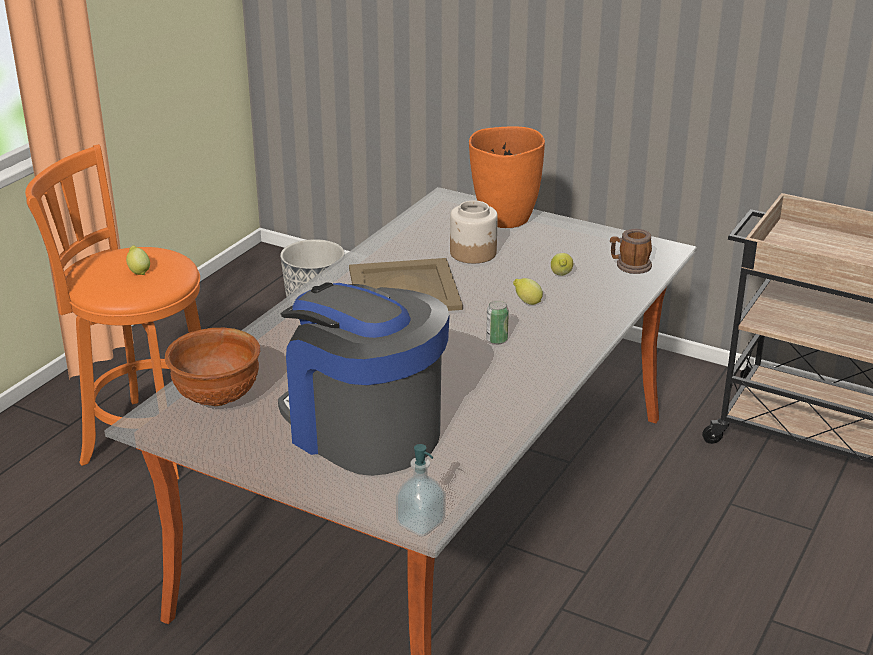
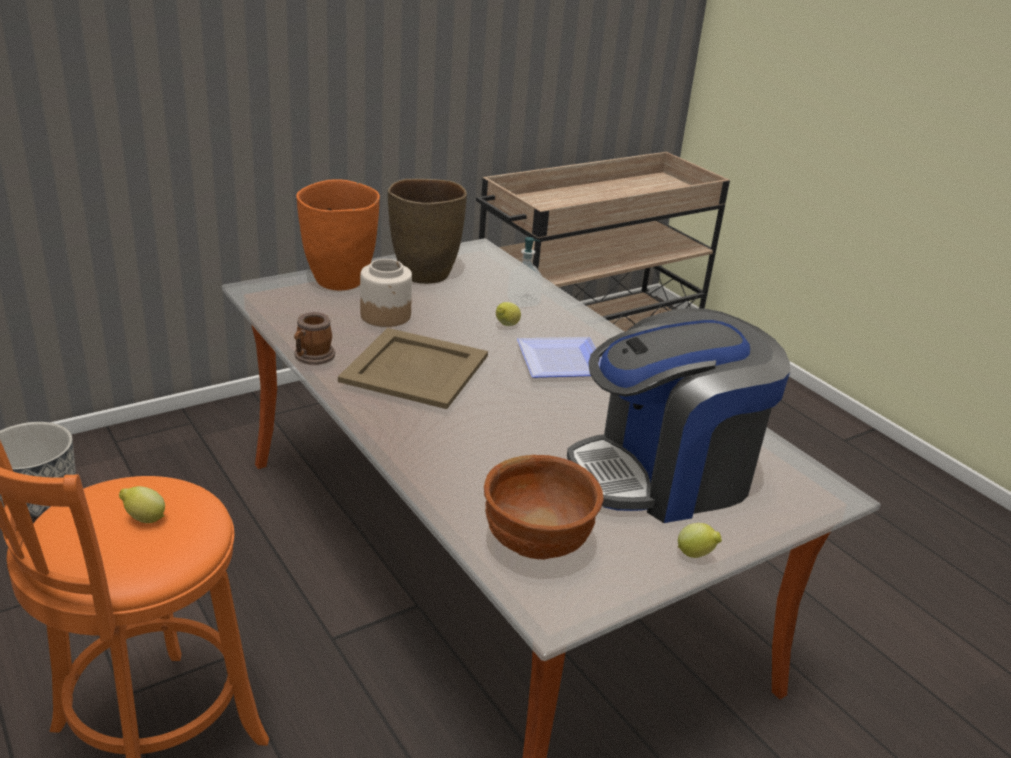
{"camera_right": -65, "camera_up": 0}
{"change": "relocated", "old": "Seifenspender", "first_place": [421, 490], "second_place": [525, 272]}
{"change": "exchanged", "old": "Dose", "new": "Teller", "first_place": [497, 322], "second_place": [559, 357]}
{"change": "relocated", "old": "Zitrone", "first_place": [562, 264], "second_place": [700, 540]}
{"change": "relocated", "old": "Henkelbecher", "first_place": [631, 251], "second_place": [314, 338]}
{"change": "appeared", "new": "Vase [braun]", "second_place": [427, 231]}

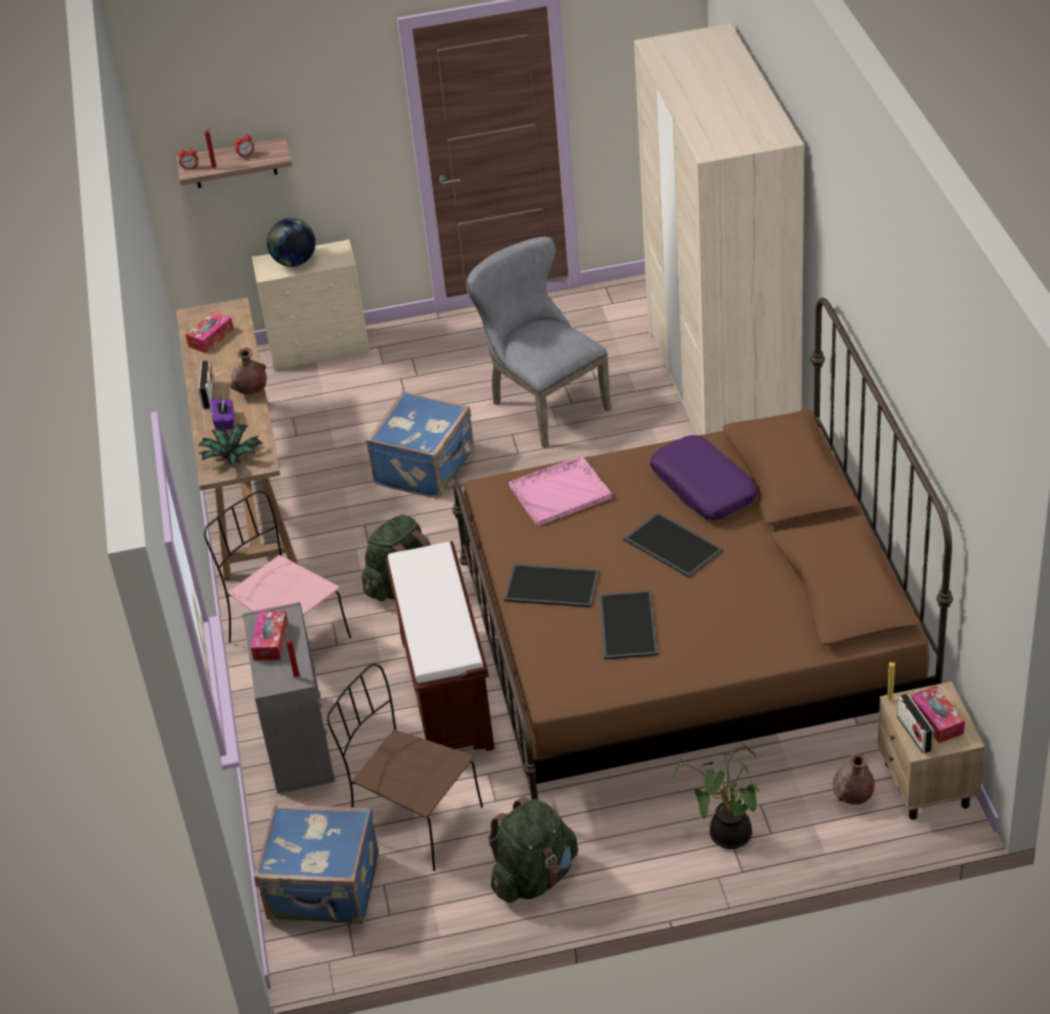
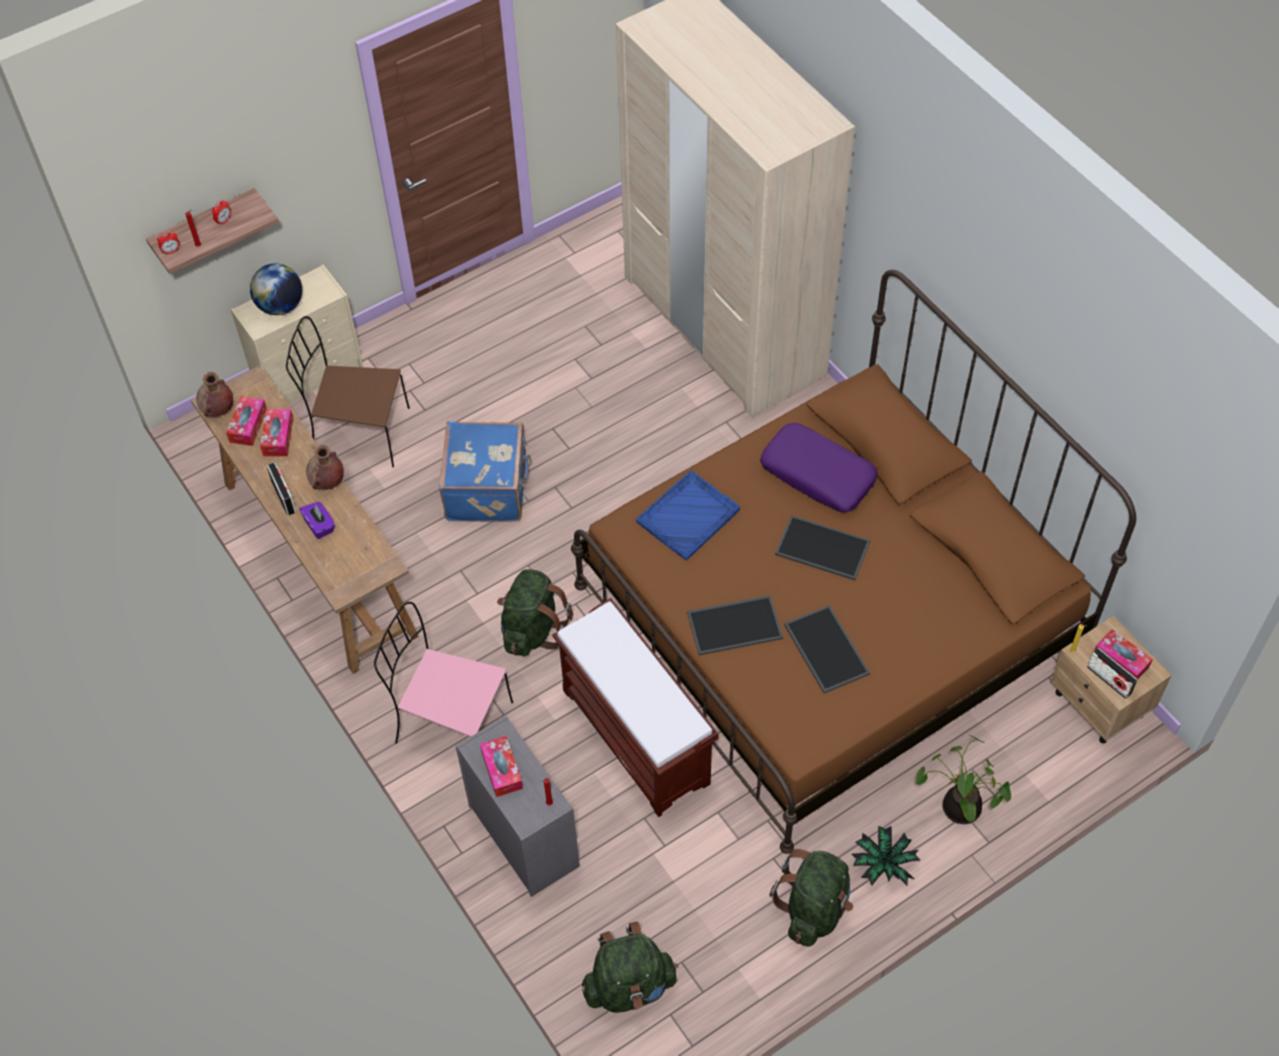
{"camera_right": -25, "camera_up": 15}
{"change": "relocated", "old": "Topfpflanze", "first_place": [230, 445], "second_place": [886, 855]}
{"change": "exchanged", "old": "Koffer [blau]", "new": "Rucksack [grün]", "first_place": [316, 864], "second_place": [630, 967]}
{"change": "relocated", "old": "Stuhl [braun]", "first_place": [405, 767], "second_place": [348, 391]}
{"change": "missing", "old": "Stuhl [grau]", "first_place": [538, 342]}
{"change": "colour", "old": "Tablett [rosa]", "new": "Tablett [blau]", "first_place": [560, 491], "second_place": [688, 515]}
{"change": "relocated", "old": "Vase [braun]", "first_place": [853, 779], "second_place": [214, 394]}
{"change": "appeared", "new": "Taschentuchbox", "second_place": [276, 432]}

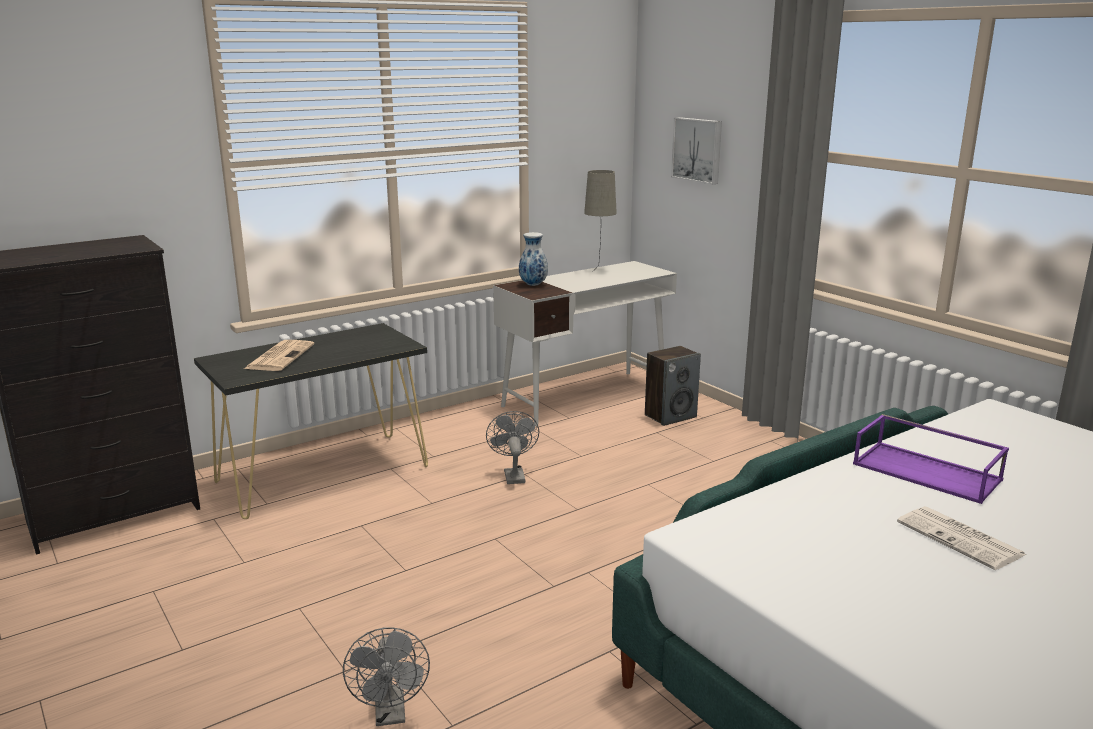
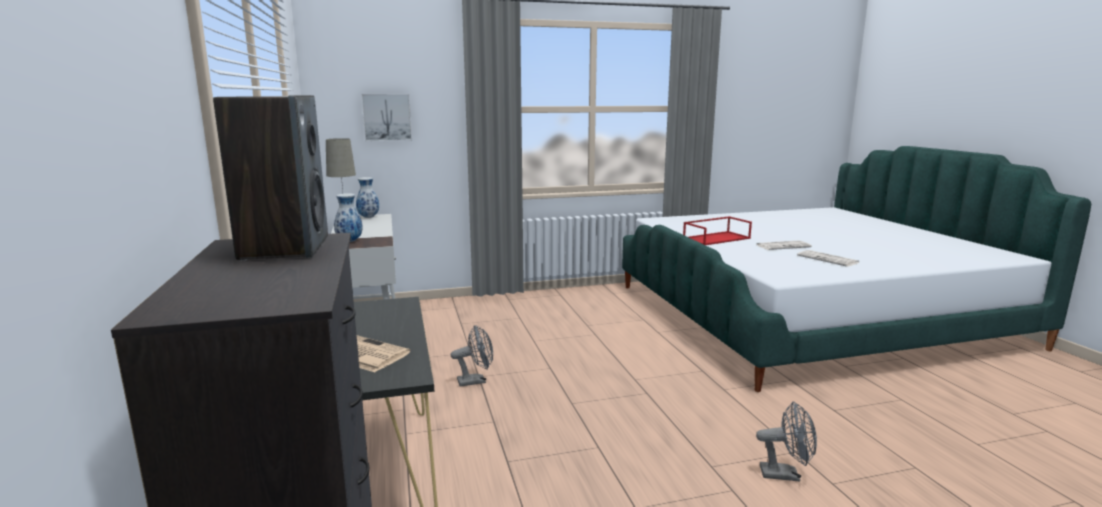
{"camera_right": -70, "camera_up": -5}
{"change": "spun", "old": "Ventilator [grau]", "first_place": [512, 447], "second_place": [472, 356], "degrees": 150}
{"change": "relocated", "old": "Lautsprecher", "first_place": [673, 386], "second_place": [270, 178]}
{"change": "colour", "old": "Tablett [lila]", "new": "Tablett [rot]", "first_place": [931, 459], "second_place": [717, 230]}
{"change": "appeared", "new": "Vase", "second_place": [367, 197]}
{"change": "appeared", "new": "Zeitung", "second_place": [828, 258]}

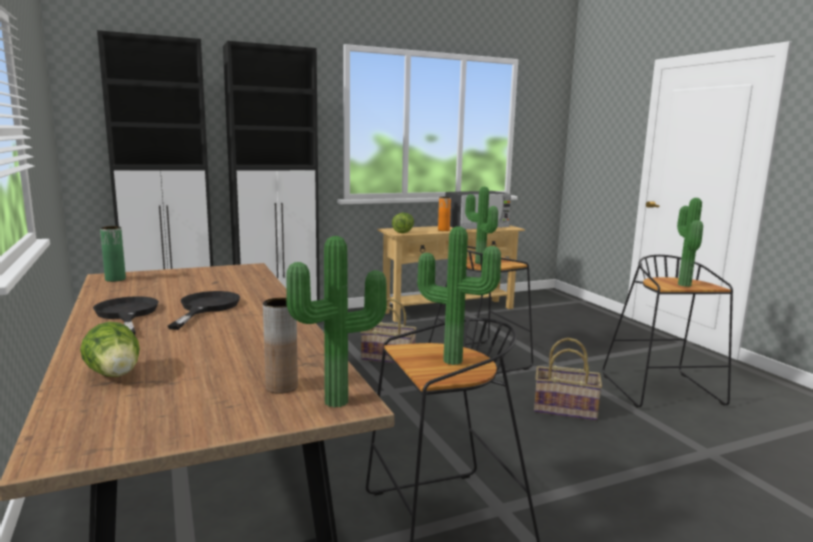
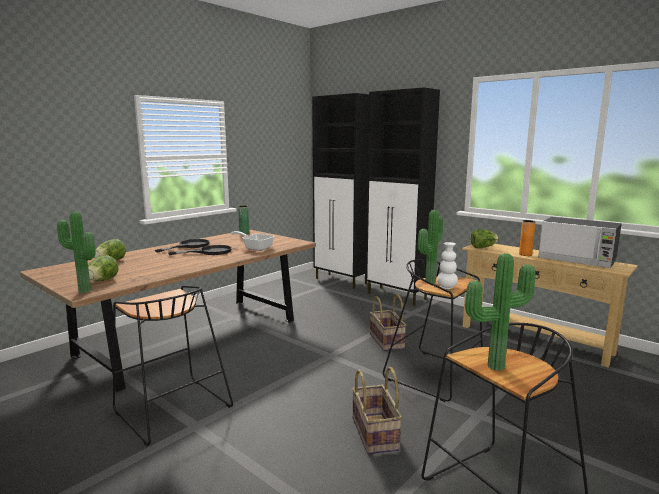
{"camera_right": 65, "camera_up": 0}
{"change": "exchanged", "old": "Vase [braun]", "new": "Salatkopf", "first_place": [280, 346], "second_place": [103, 268]}
{"change": "missing", "old": "Topfpflanze", "first_place": [459, 295]}
{"change": "appeared", "new": "Pfanne", "second_place": [252, 241]}
{"change": "appeared", "new": "Vase [weiß]", "second_place": [447, 265]}

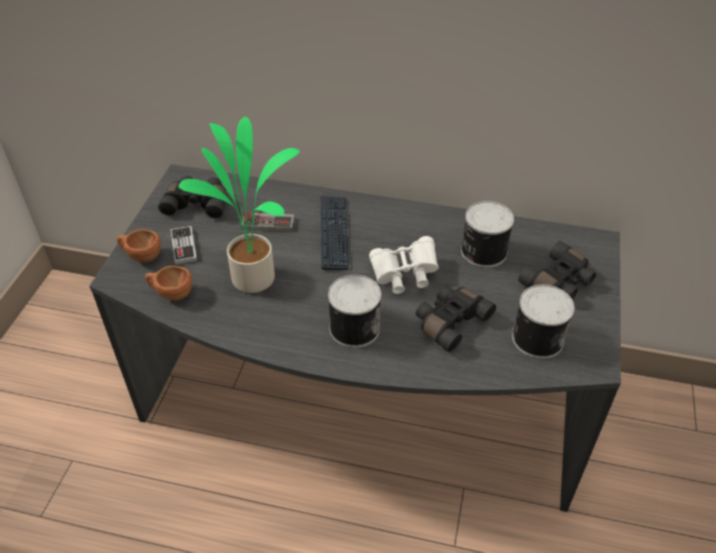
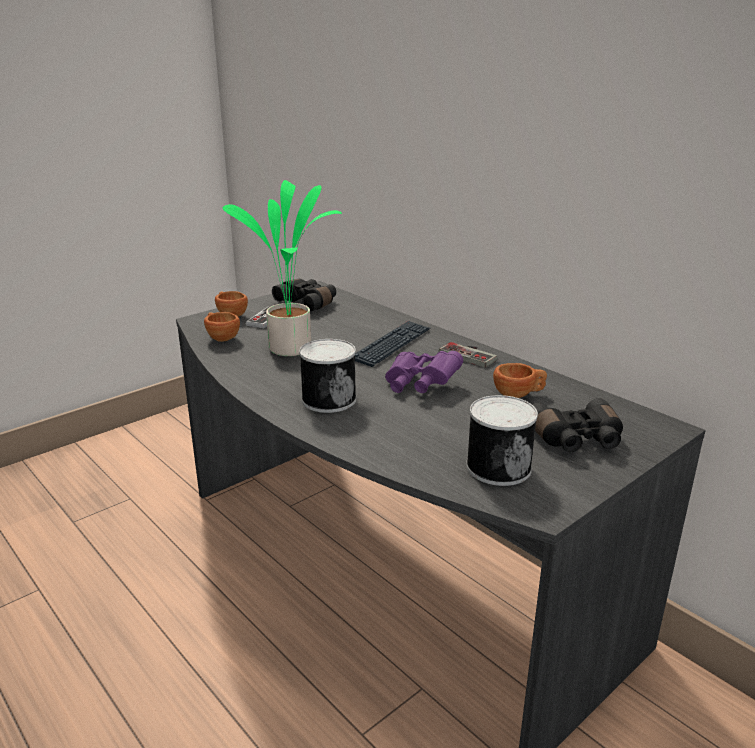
{"camera_right": 35, "camera_up": -20}
{"change": "relocated", "old": "Gamepad", "first_place": [267, 221], "second_place": [468, 355]}
{"change": "colour", "old": "Fernglas [weiß]", "new": "Fernglas [lila]", "first_place": [404, 265], "second_place": [424, 372]}
{"change": "missing", "old": "Fernglas [schwarz]", "first_place": [456, 319]}
{"change": "exchanged", "old": "Dose", "new": "Tasse [braun]", "first_place": [487, 234], "second_place": [520, 380]}

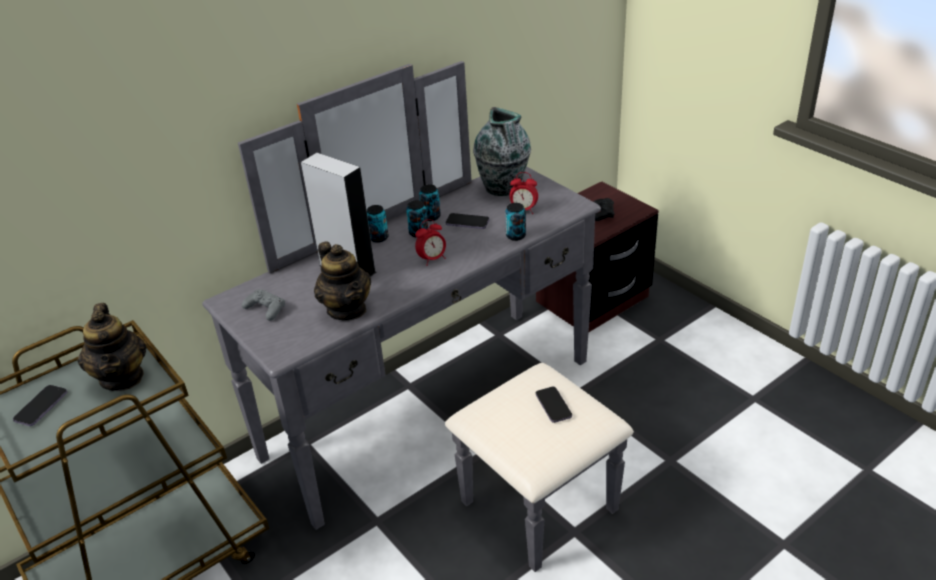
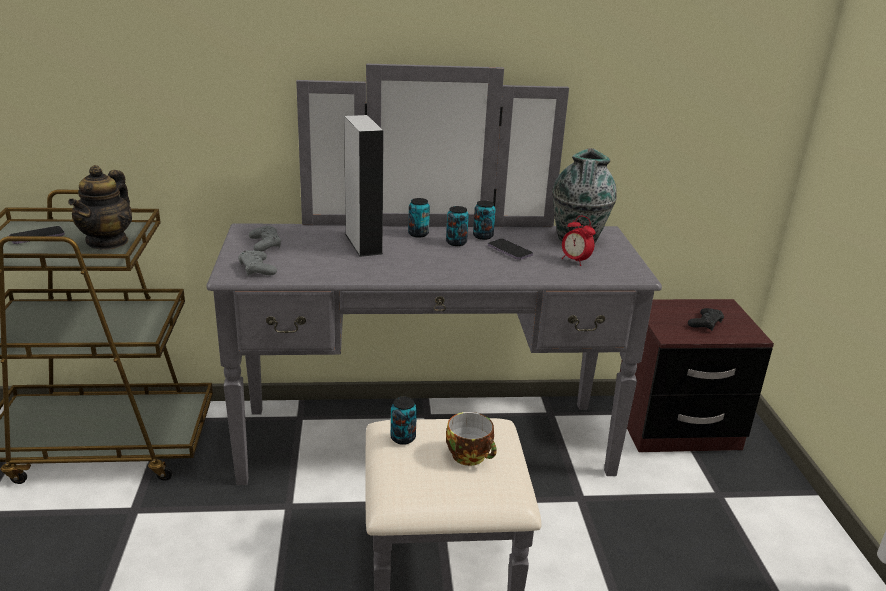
{"camera_right": 30, "camera_up": -10}
{"change": "missing", "old": "Teekanne", "first_place": [342, 280]}
{"change": "missing", "old": "Wecker", "first_place": [430, 242]}
{"change": "relocated", "old": "Dose", "first_place": [515, 222], "second_place": [404, 421]}
{"change": "exchanged", "old": "Handy", "new": "Tasse", "first_place": [554, 405], "second_place": [471, 439]}
{"change": "appeared", "new": "Gamepad [grau]", "second_place": [257, 263]}

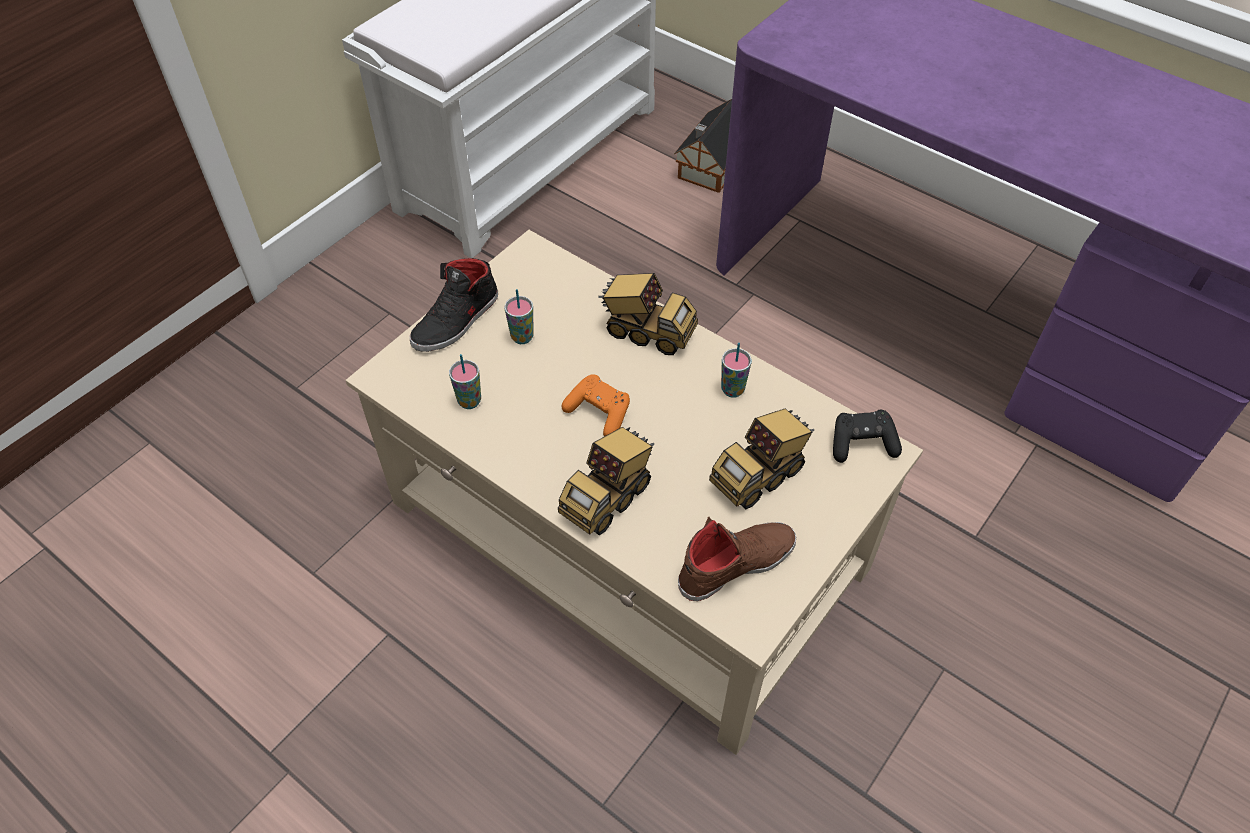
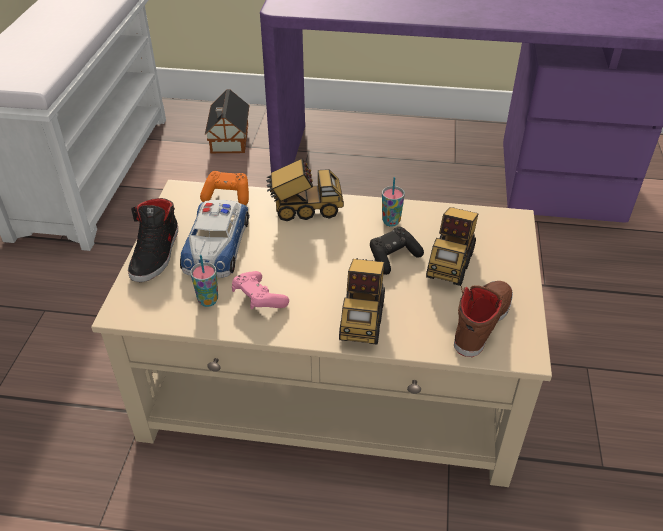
{"camera_right": -30, "camera_up": -10}
{"change": "exchanged", "old": "Tasse", "new": "Spielzeugauto", "first_place": [519, 316], "second_place": [215, 239]}
{"change": "relocated", "old": "Gamepad [orange]", "first_place": [596, 405], "second_place": [224, 188]}
{"change": "relocated", "old": "Gamepad [schwarz]", "first_place": [867, 436], "second_place": [397, 251]}
{"change": "appeared", "new": "Gamepad [rosa]", "second_place": [260, 290]}

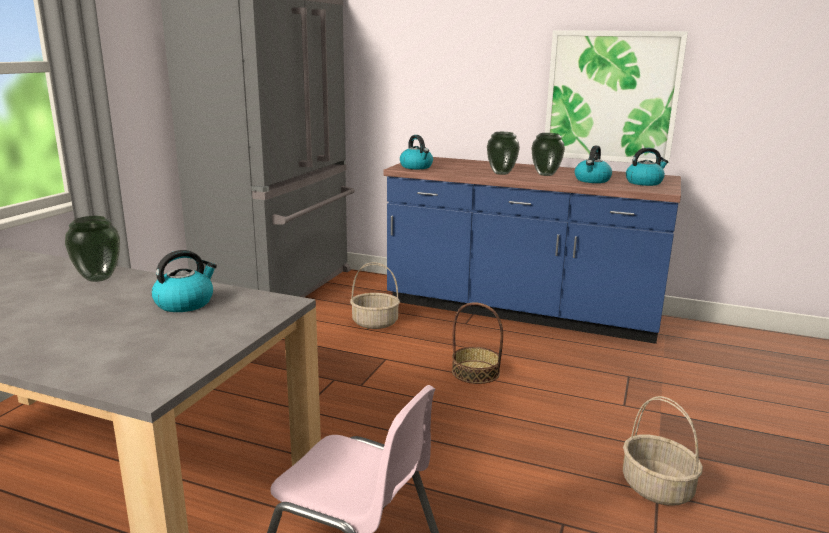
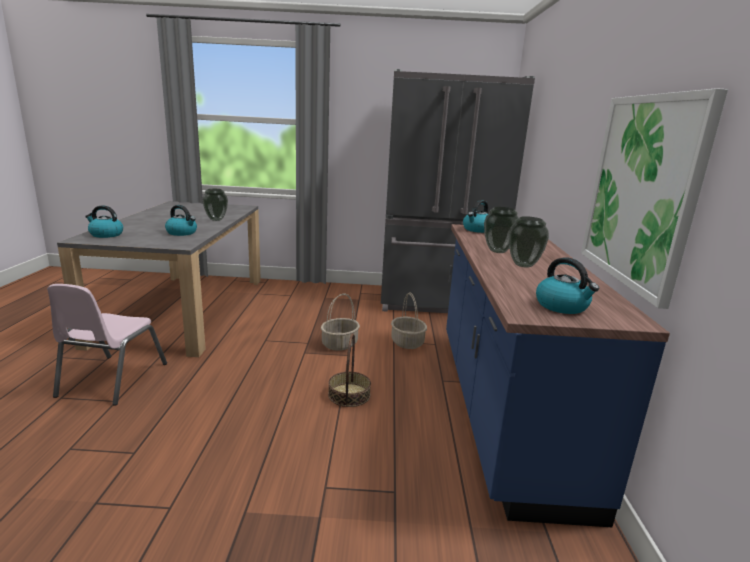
{"camera_right": 70, "camera_up": 0}
{"change": "relocated", "old": "Wasserkessel", "first_place": [593, 164], "second_place": [104, 221]}
{"change": "relocated", "old": "Korb", "first_place": [663, 450], "second_place": [340, 322]}

